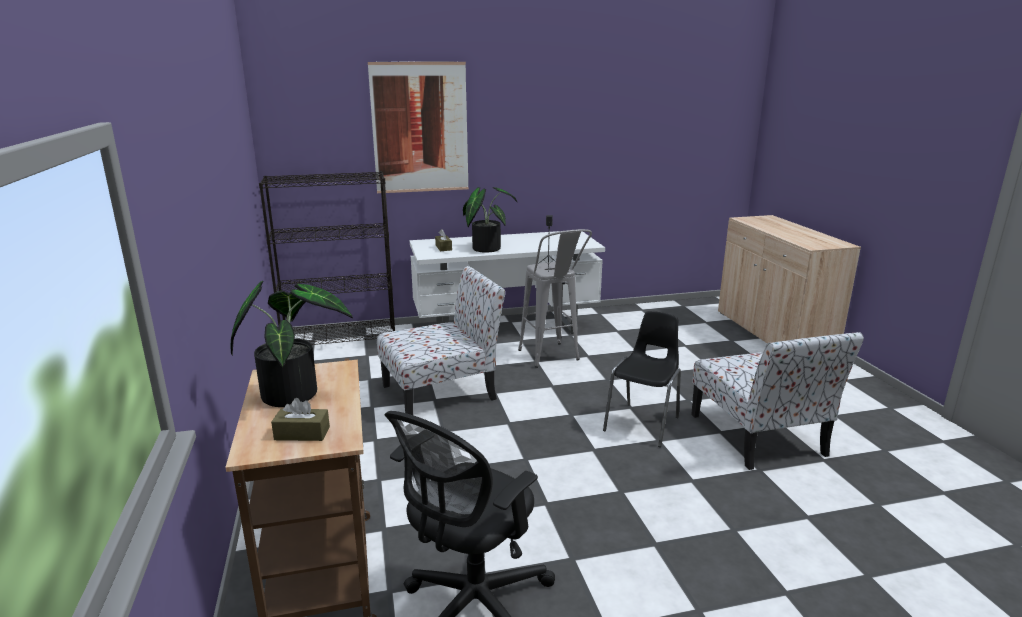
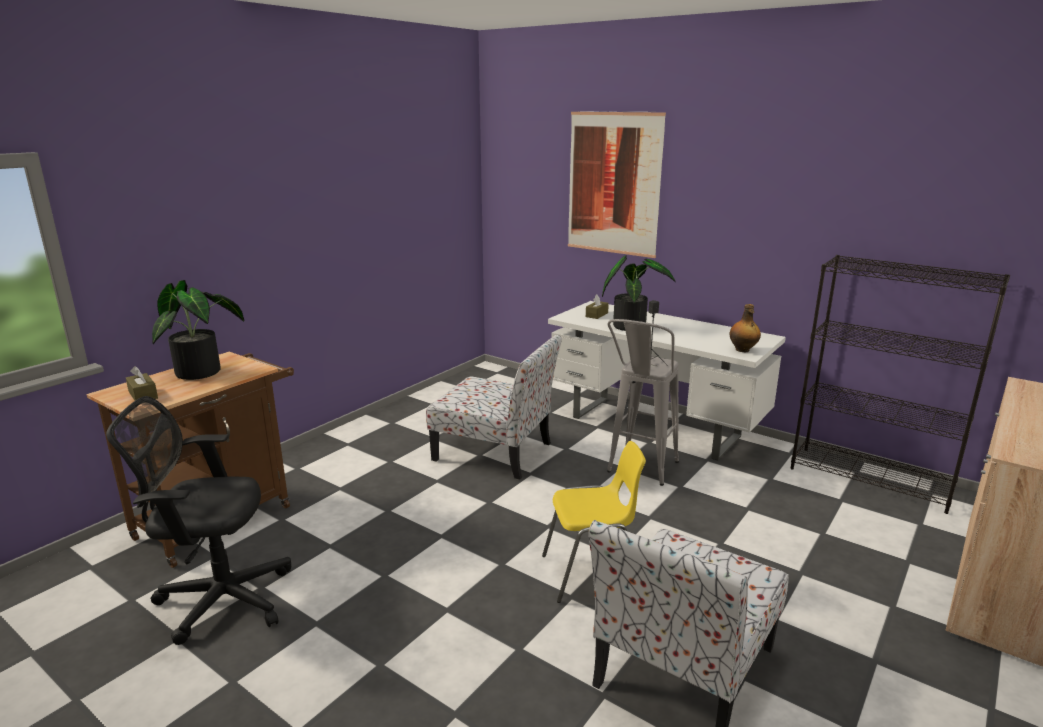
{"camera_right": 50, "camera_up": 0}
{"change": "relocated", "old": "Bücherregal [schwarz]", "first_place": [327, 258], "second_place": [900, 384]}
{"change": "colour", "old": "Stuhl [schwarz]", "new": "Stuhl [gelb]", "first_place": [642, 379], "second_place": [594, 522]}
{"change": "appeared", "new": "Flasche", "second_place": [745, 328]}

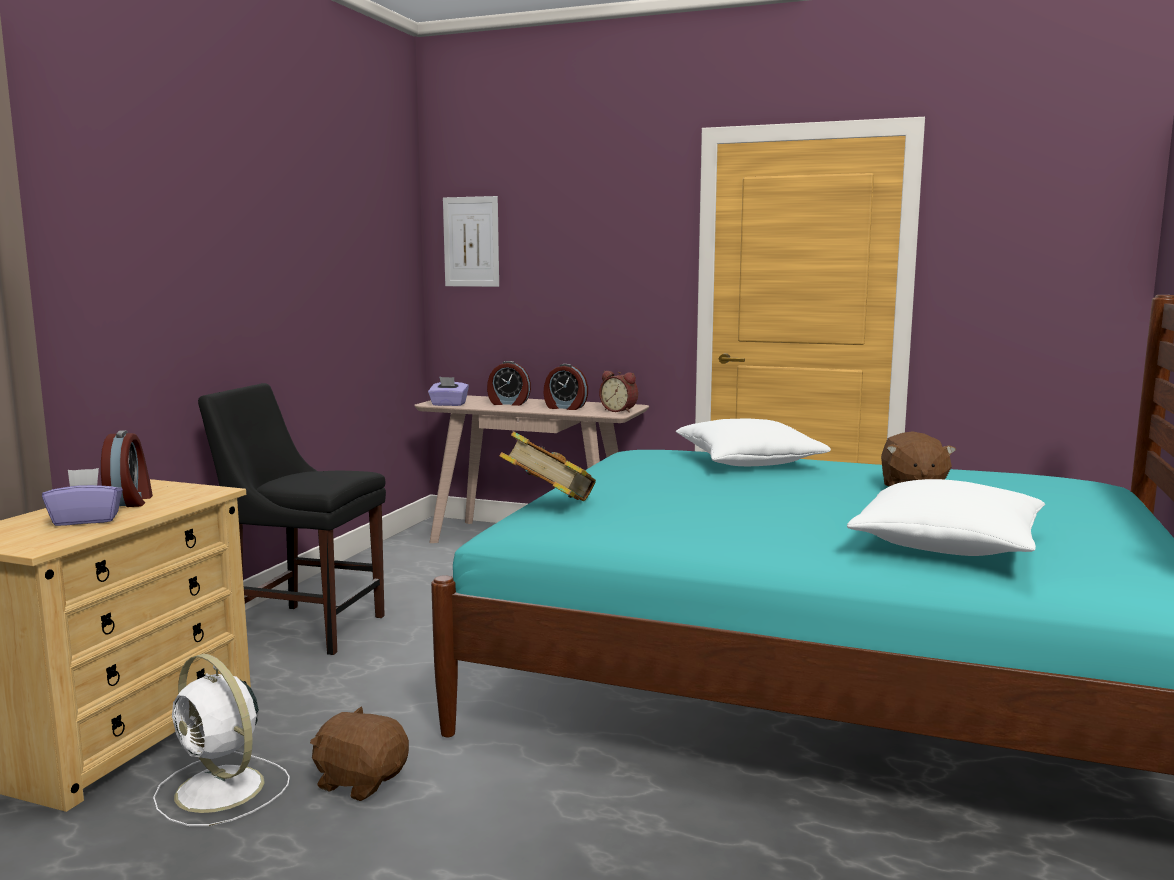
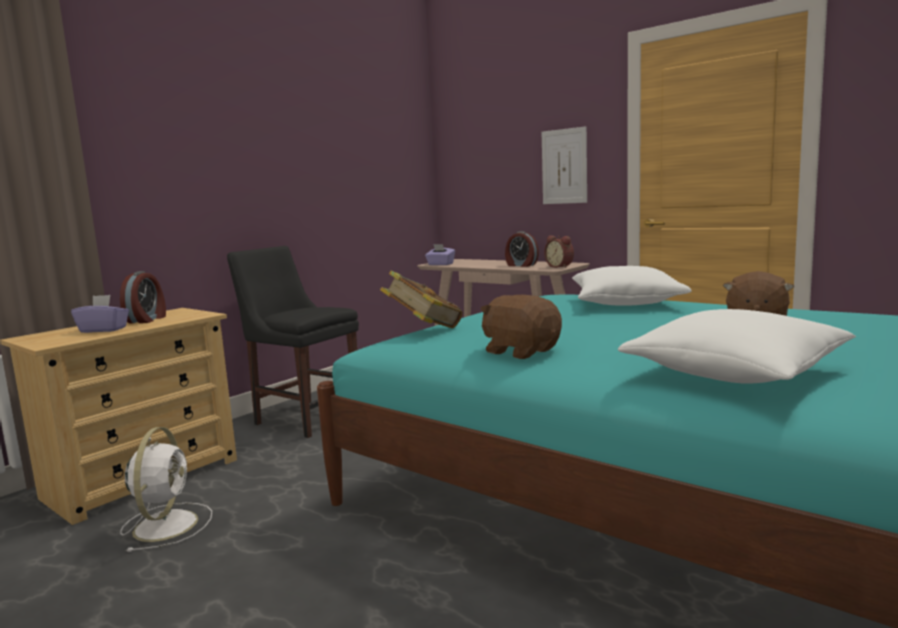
{"camera_right": 20, "camera_up": 0}
{"change": "spun", "old": "Ventilator [weiß]", "first_place": [221, 740], "second_place": [166, 489], "degrees": -150}
{"change": "relocated", "old": "Plüschtier [braun]", "first_place": [359, 753], "second_place": [521, 327]}
{"change": "relocated", "old": "Bild", "first_place": [471, 241], "second_place": [564, 165]}
{"change": "missing", "old": "Wecker", "first_place": [509, 383]}

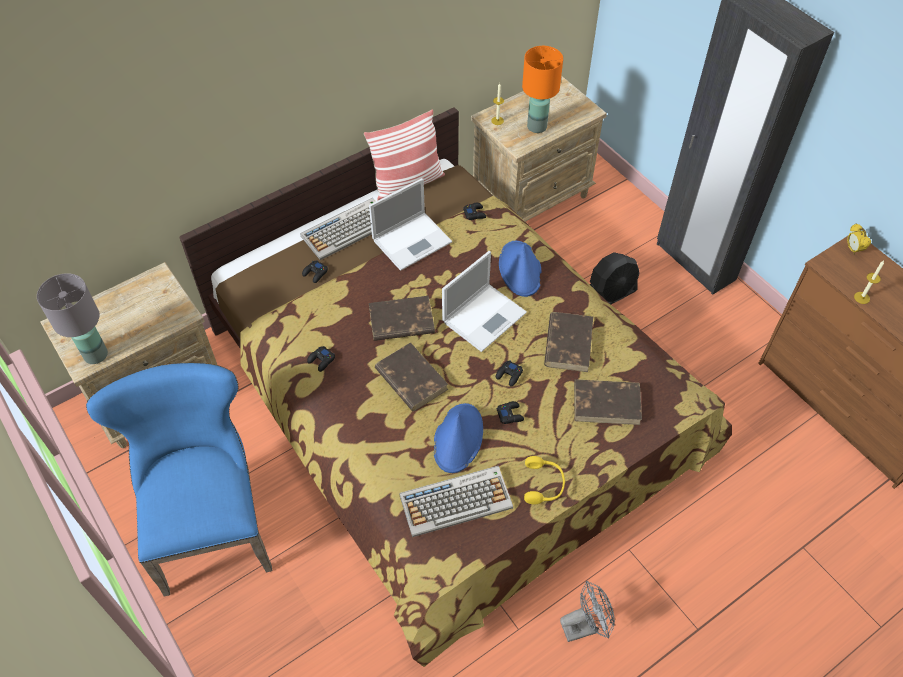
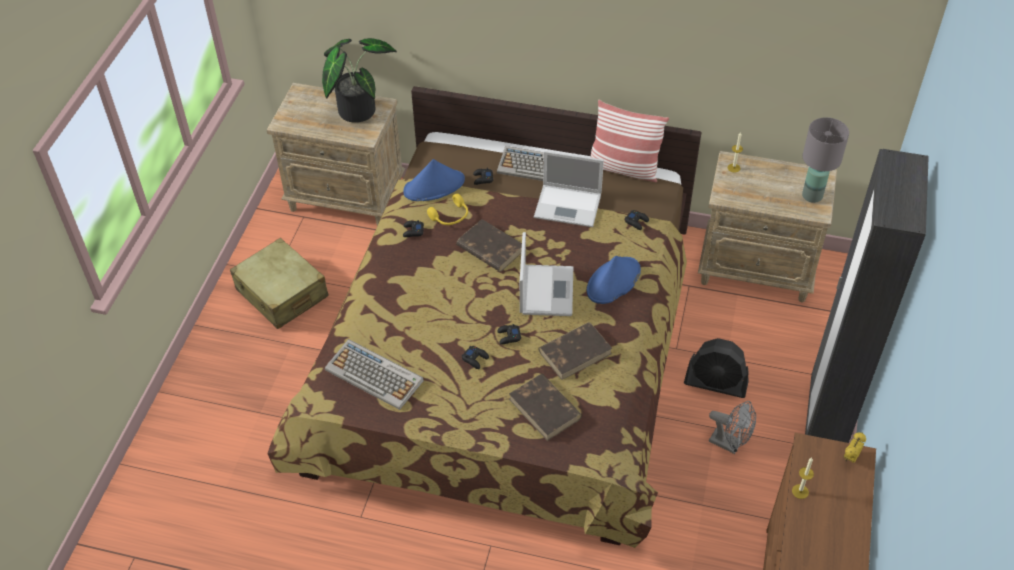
{"camera_right": 50, "camera_up": -5}
{"change": "relocated", "old": "Tischlampe [grau]", "first_place": [72, 318], "second_place": [825, 160]}
{"change": "exchanged", "old": "Stuhl [blau]", "new": "Koffer [beige]", "first_place": [179, 480], "second_place": [279, 283]}
{"change": "missing", "old": "Buch [braun]", "first_place": [411, 376]}
{"change": "relocated", "old": "Hut [blau]", "first_place": [458, 438], "second_place": [434, 180]}
{"change": "spun", "old": "Laptop", "first_place": [484, 301], "second_place": [546, 274], "degrees": -90}
{"change": "missing", "old": "Tischlampe [orange]", "first_place": [542, 89]}
{"change": "relocated", "old": "Kopfhörer [gelb]", "first_place": [544, 480], "second_place": [447, 209]}
{"change": "relocated", "old": "Ventilator [grau]", "first_place": [587, 611], "second_place": [732, 427]}
{"change": "appeared", "new": "Topfpflanze", "second_place": [359, 80]}

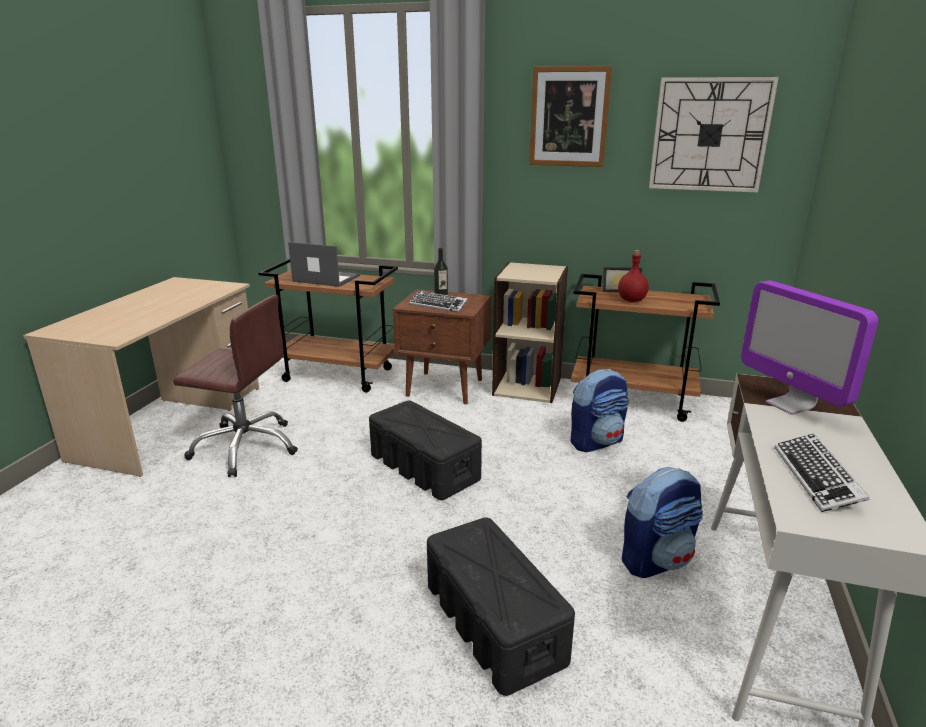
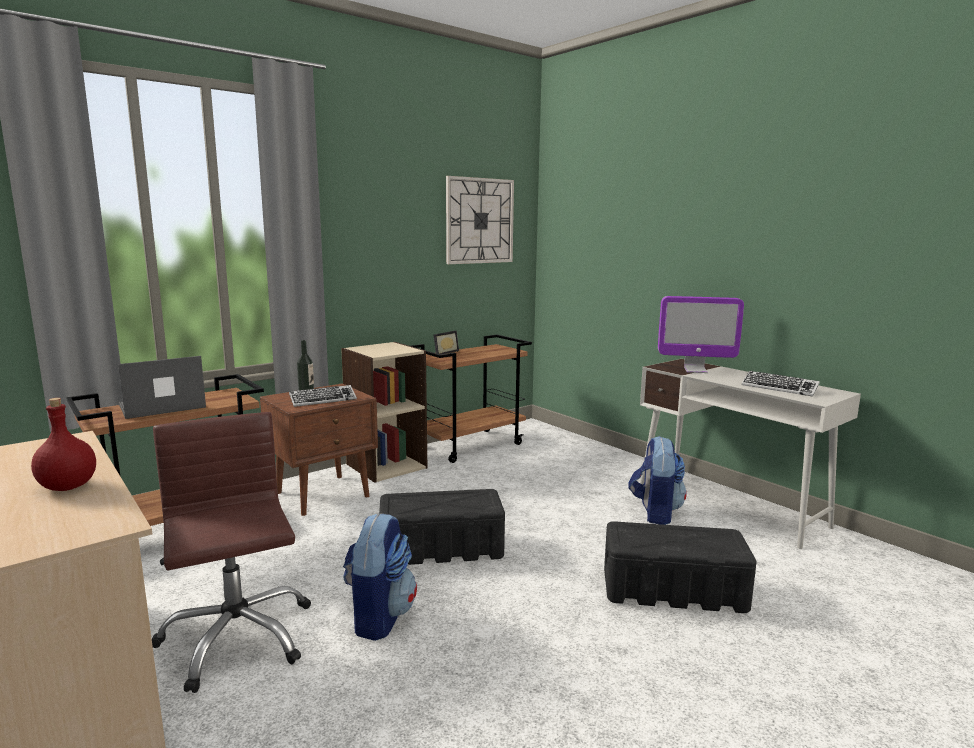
{"camera_right": -55, "camera_up": -10}
{"change": "spun", "old": "Bürostuhl [braun]", "first_place": [235, 386], "second_place": [231, 552], "degrees": -75}
{"change": "missing", "old": "Bild", "first_place": [570, 116]}
{"change": "relocated", "old": "Rucksack", "first_place": [600, 410], "second_place": [380, 577]}
{"change": "relocated", "old": "Flasche [rot]", "first_place": [633, 276], "second_place": [63, 444]}

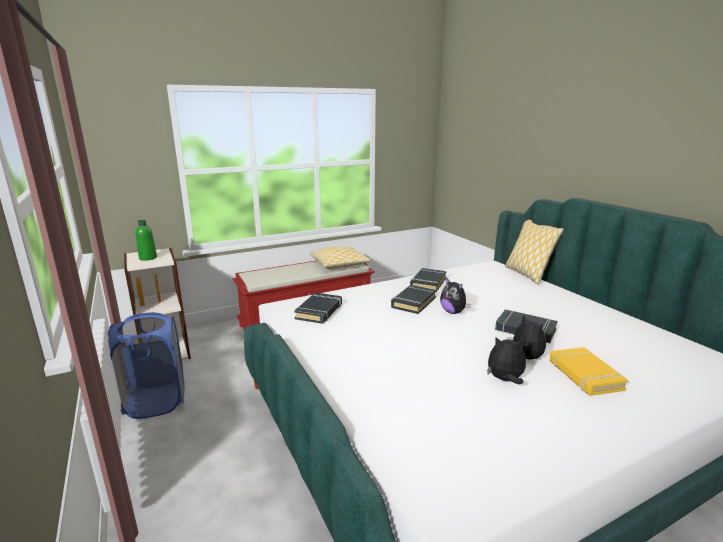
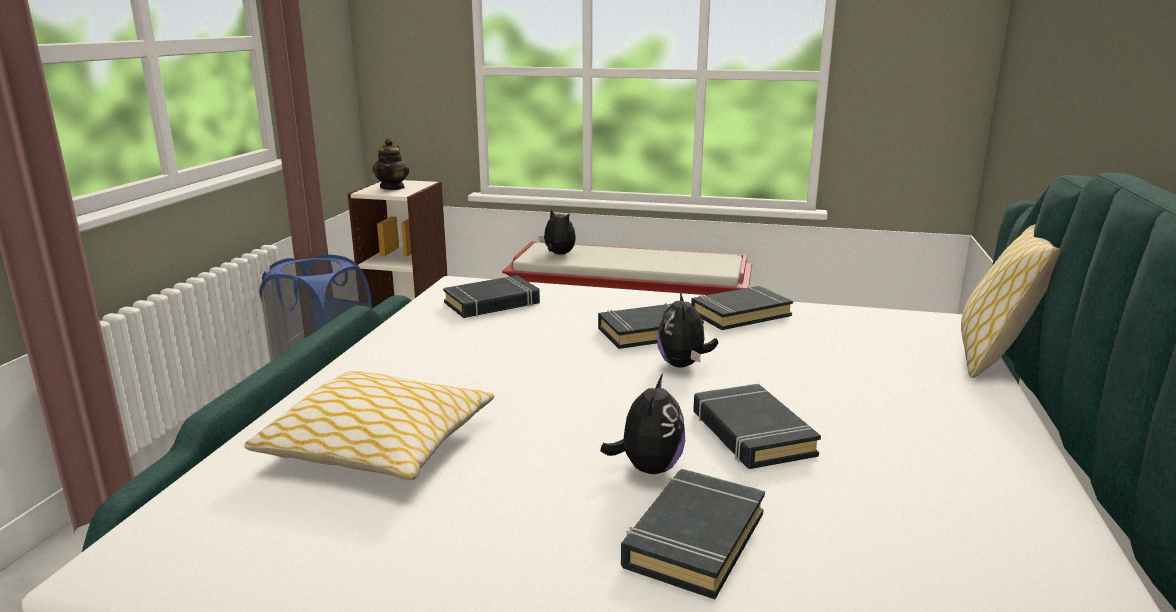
{"camera_right": 40, "camera_up": 0}
{"change": "exchanged", "old": "Flasche [grün]", "new": "Teekanne", "first_place": [146, 240], "second_place": [390, 164]}
{"change": "relocated", "old": "Kissen", "first_place": [340, 258], "second_place": [369, 425]}
{"change": "relocated", "old": "Plüschtier", "first_place": [506, 360], "second_place": [557, 232]}
{"change": "colour", "old": "Buch [gelb]", "new": "Buch [schwarz]", "first_place": [588, 371], "second_place": [693, 534]}

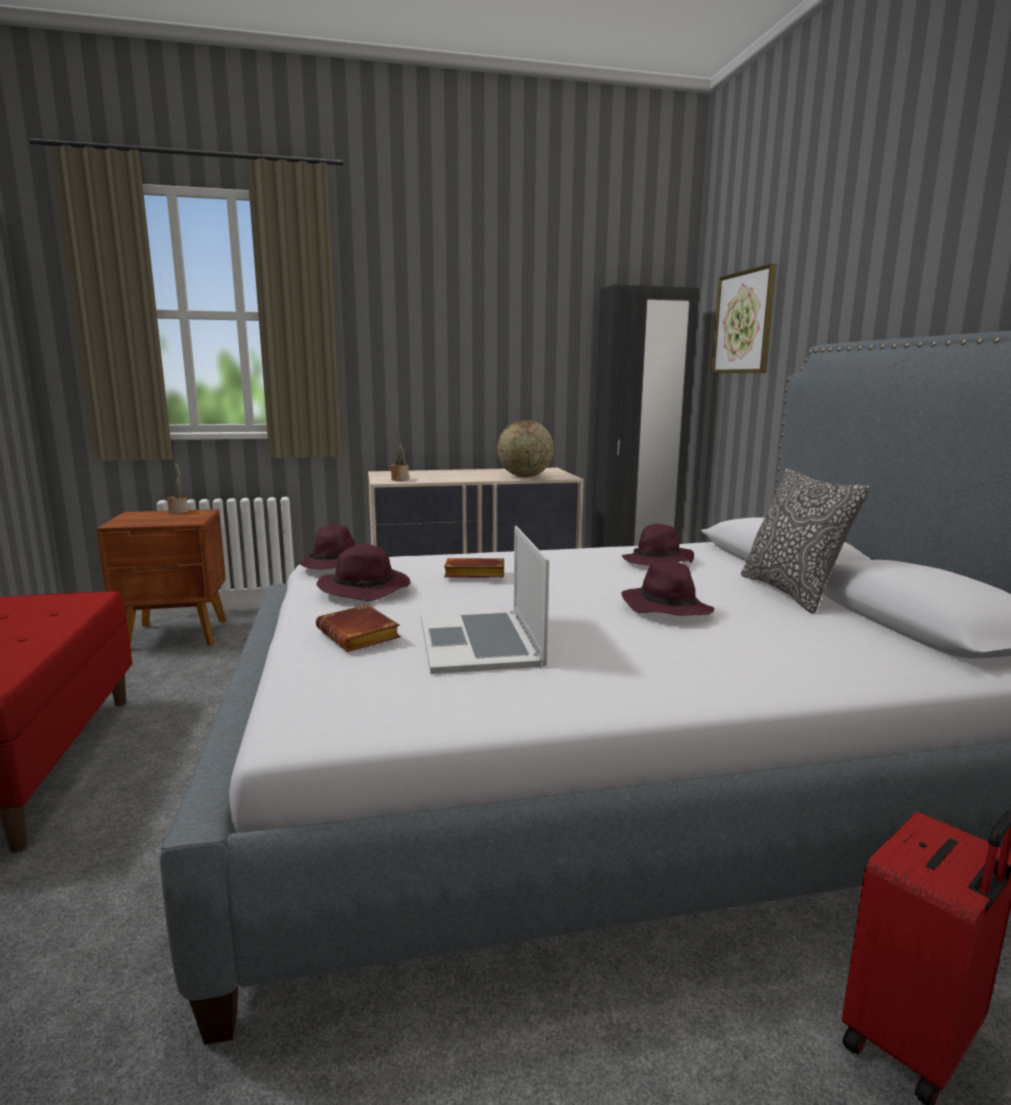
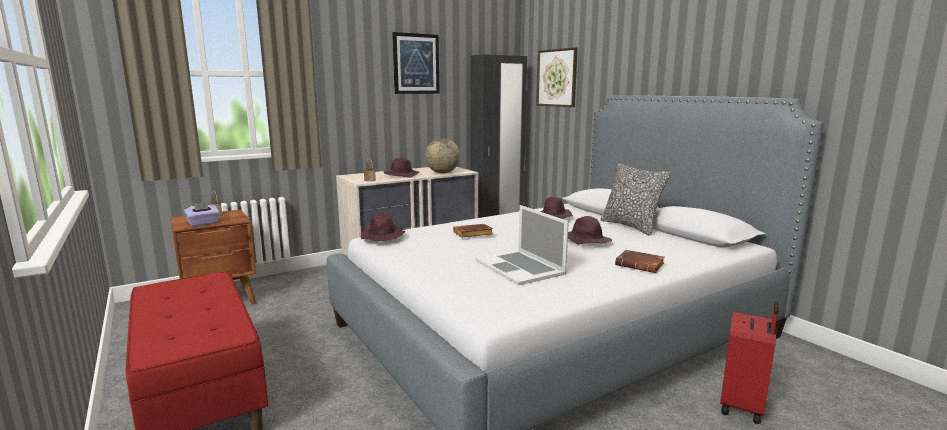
{"camera_right": -20, "camera_up": 0}
{"change": "relocated", "old": "Buch [braun]", "first_place": [358, 628], "second_place": [639, 261]}
{"change": "relocated", "old": "Hut [lila]", "first_place": [364, 572], "second_place": [401, 168]}
{"change": "appeared", "new": "Taschentuchbox [lila]", "second_place": [202, 214]}
{"change": "appeared", "new": "Bild", "second_place": [416, 63]}

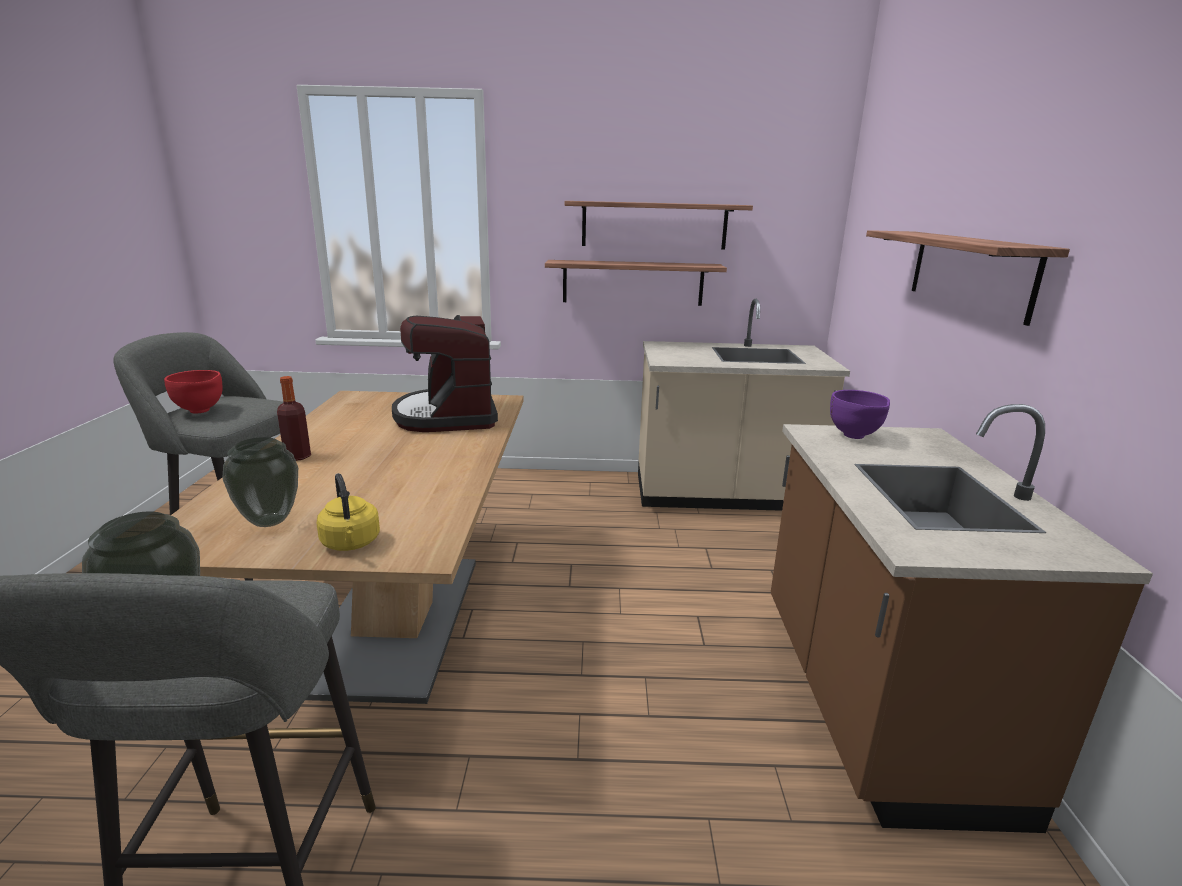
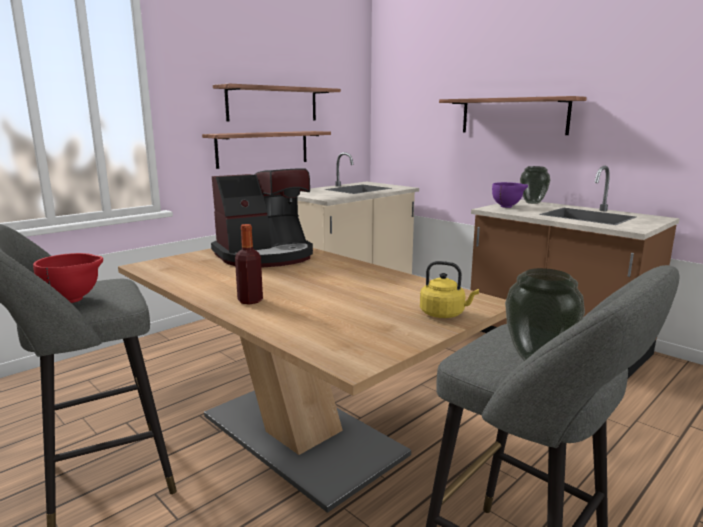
{"camera_right": -45, "camera_up": -5}
{"change": "relocated", "old": "Vase", "first_place": [260, 482], "second_place": [535, 185]}
{"change": "spun", "old": "Kaffeemaschine", "first_place": [445, 373], "second_place": [262, 218], "degrees": -60}

